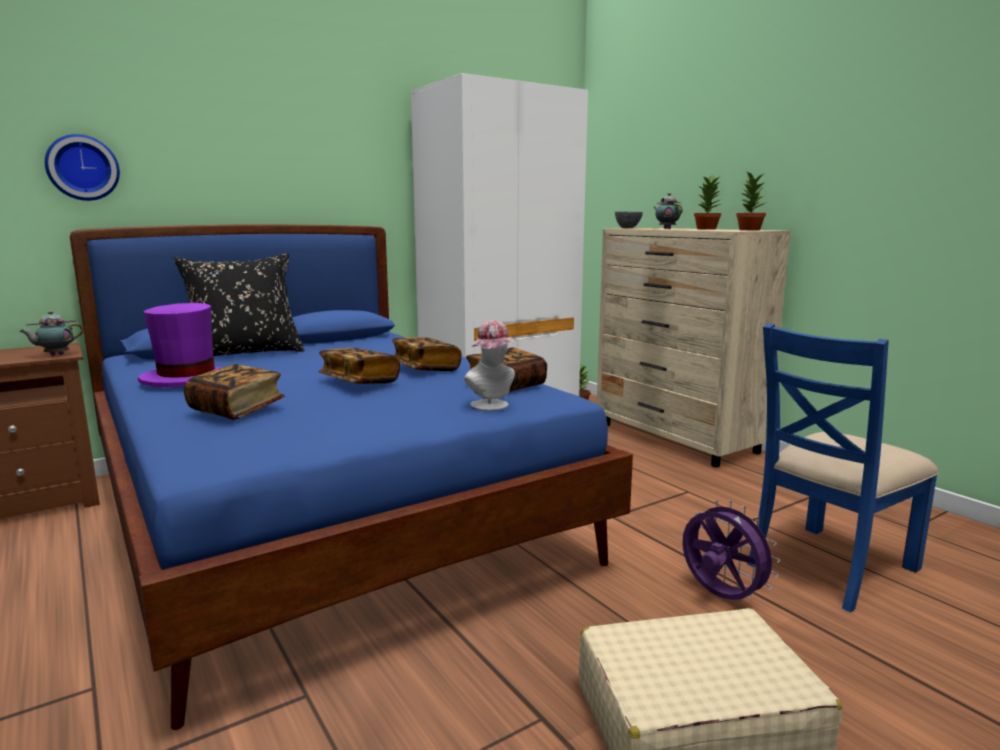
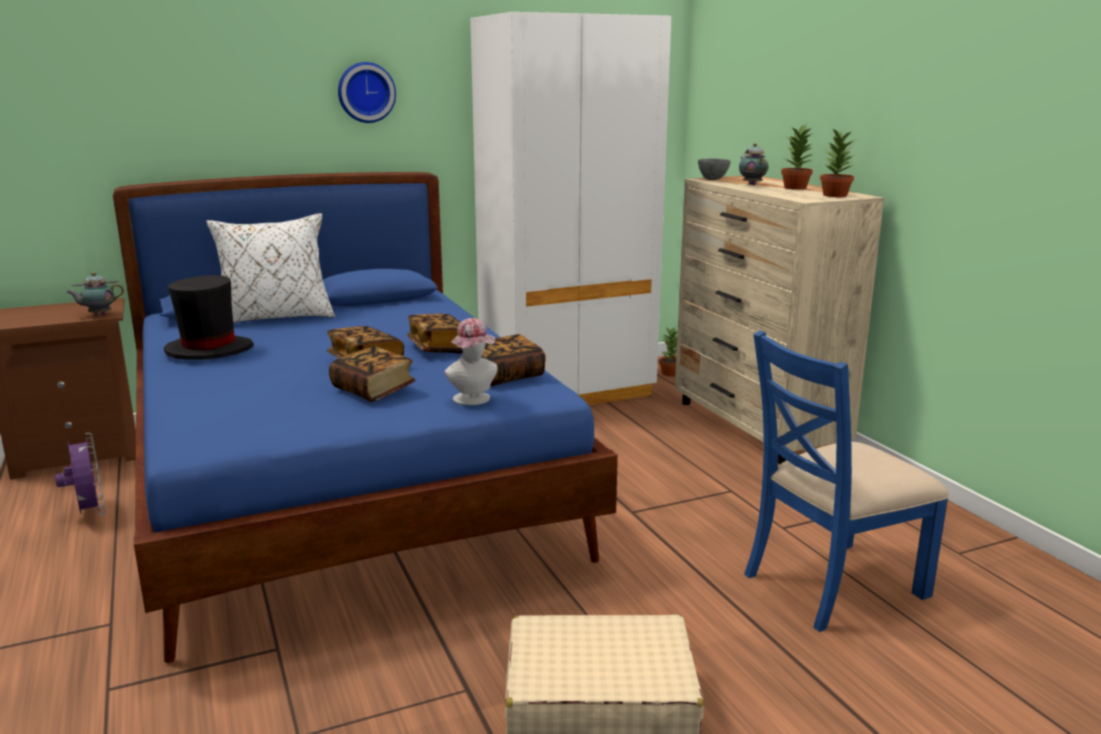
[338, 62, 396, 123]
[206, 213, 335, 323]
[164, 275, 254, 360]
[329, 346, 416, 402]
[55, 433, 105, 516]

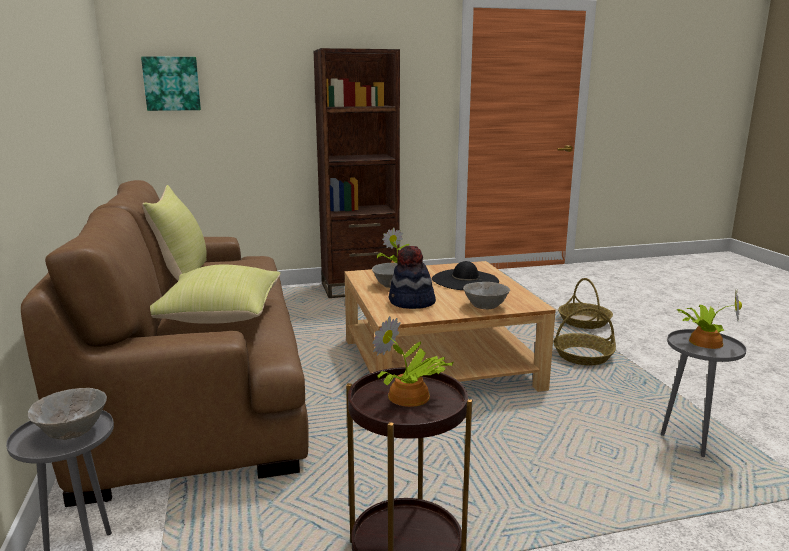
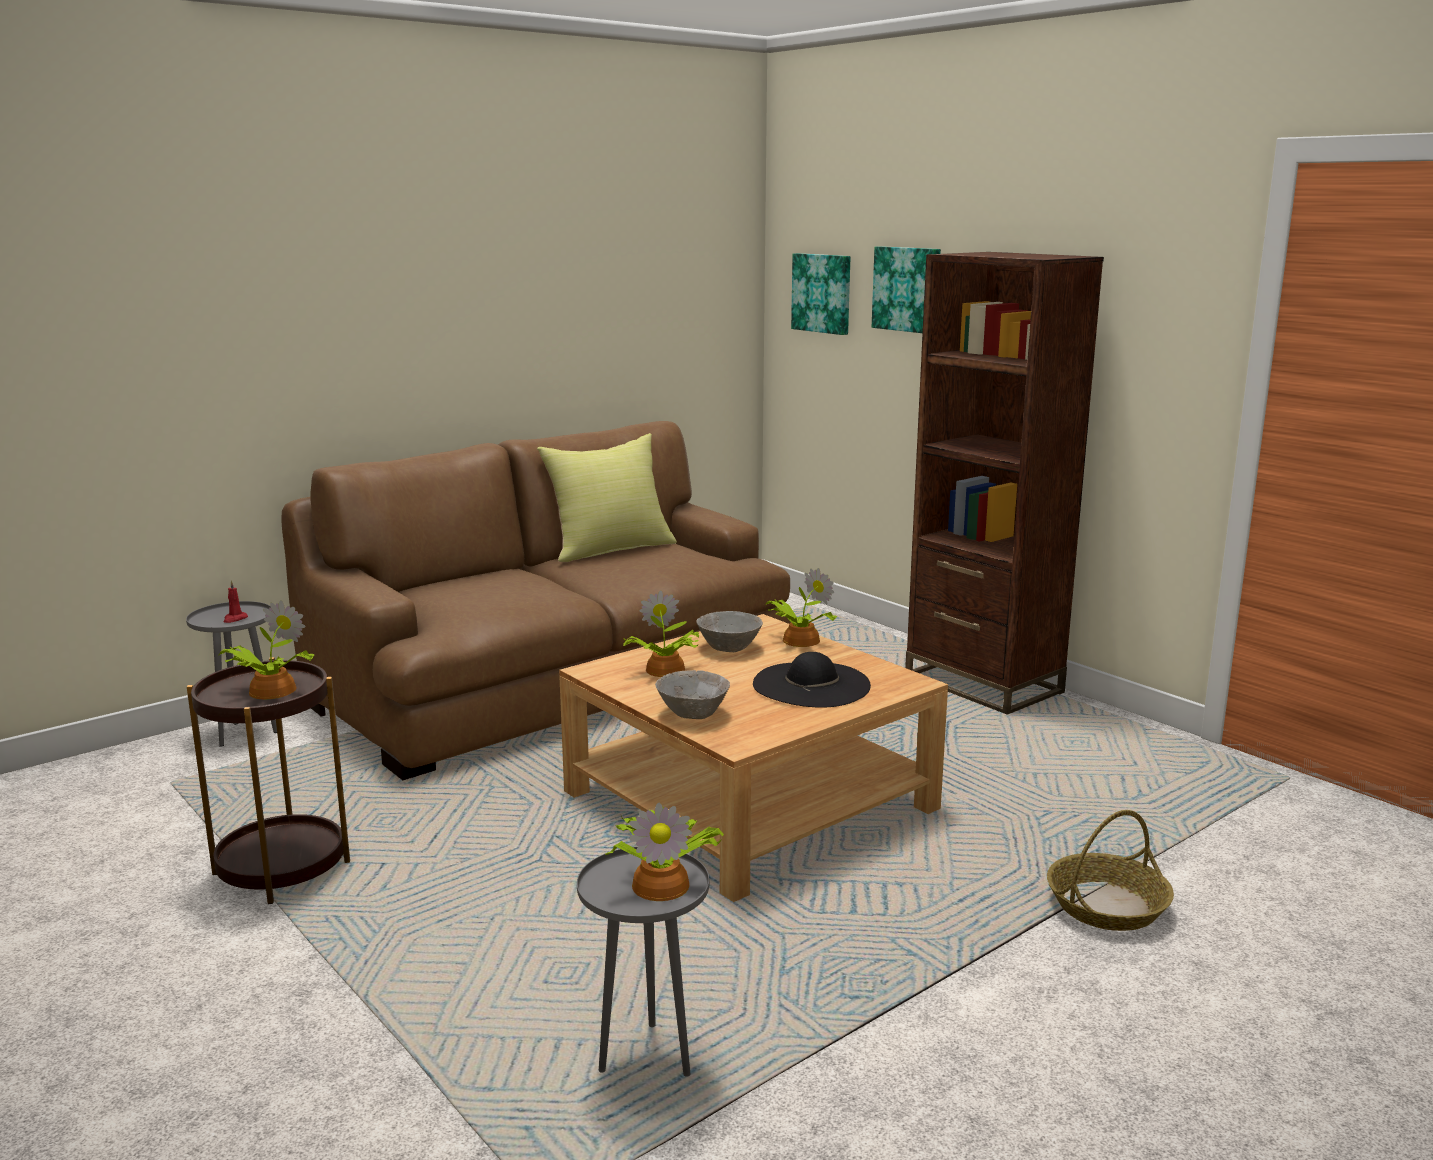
[623, 590, 699, 677]
[150, 265, 281, 324] (first image)
[553, 308, 616, 365] (first image)
[224, 580, 248, 623]
[872, 246, 941, 333]

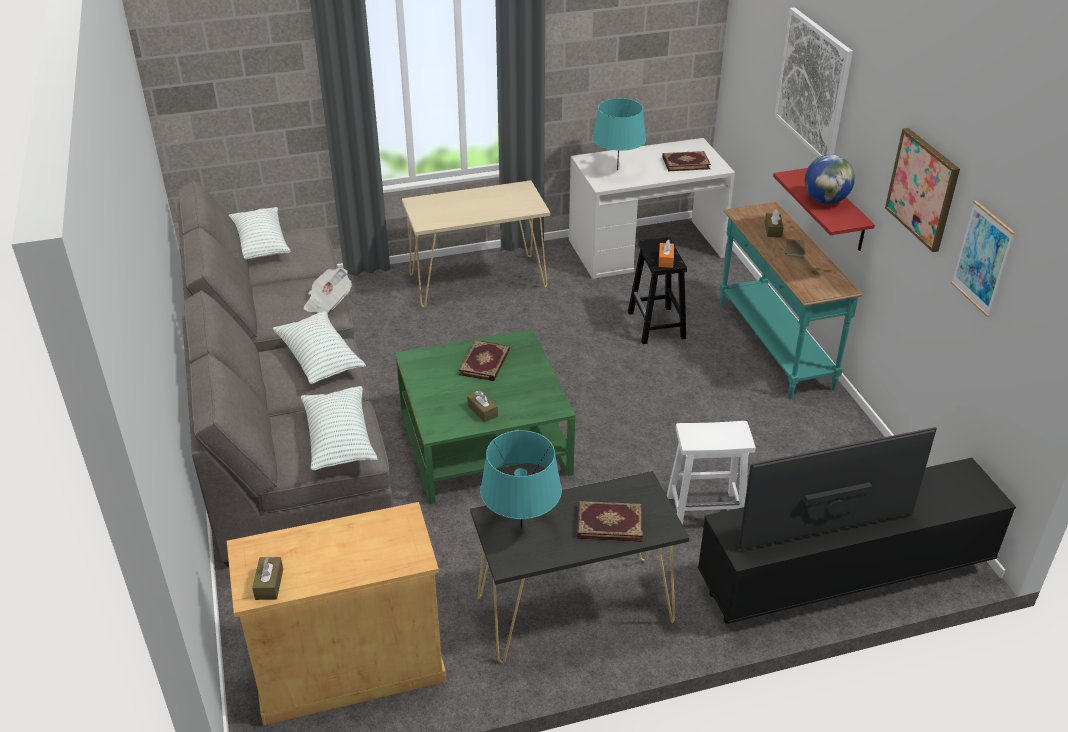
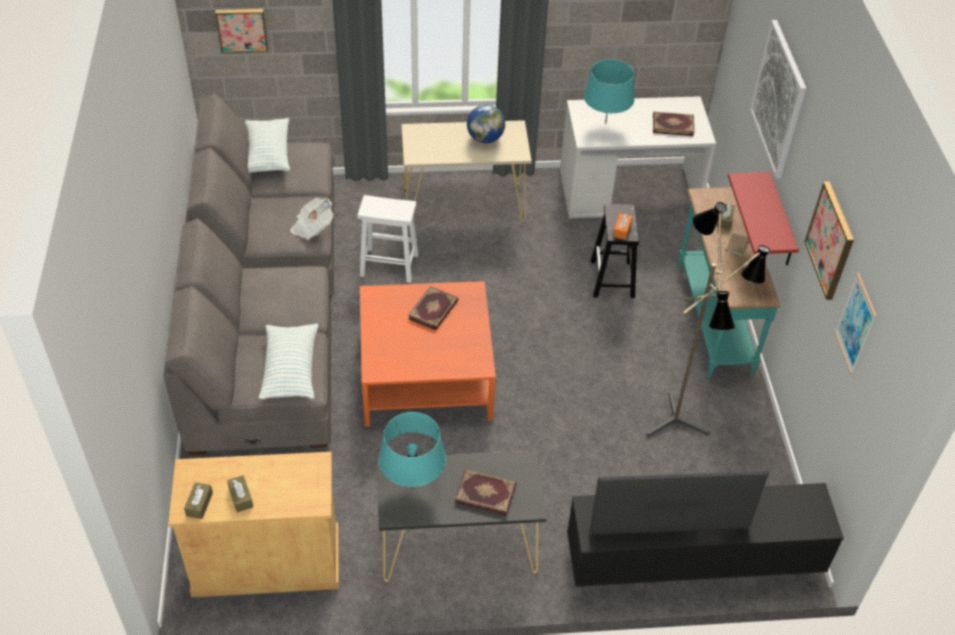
[467, 105, 505, 143]
[272, 311, 366, 384] (first image)
[360, 281, 496, 427]
[227, 475, 253, 512]
[357, 195, 418, 283]
[215, 9, 268, 53]
[646, 202, 770, 437]

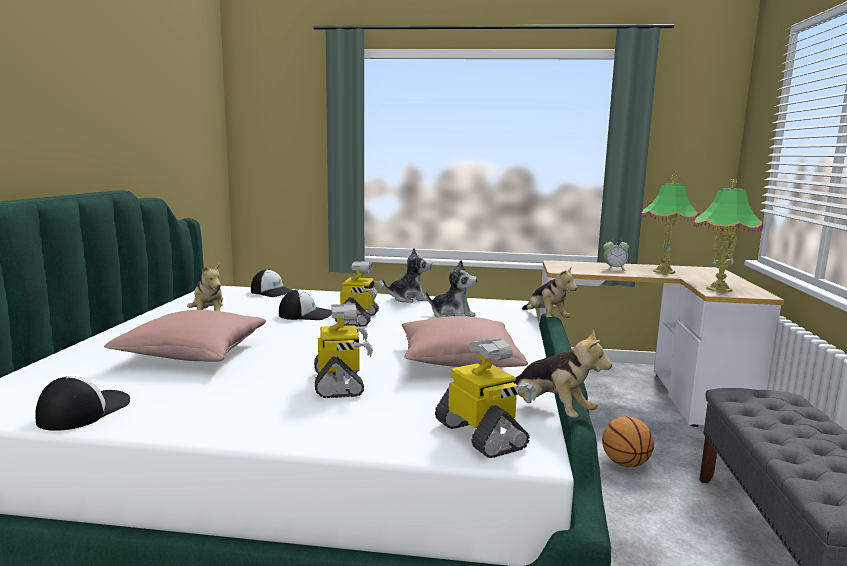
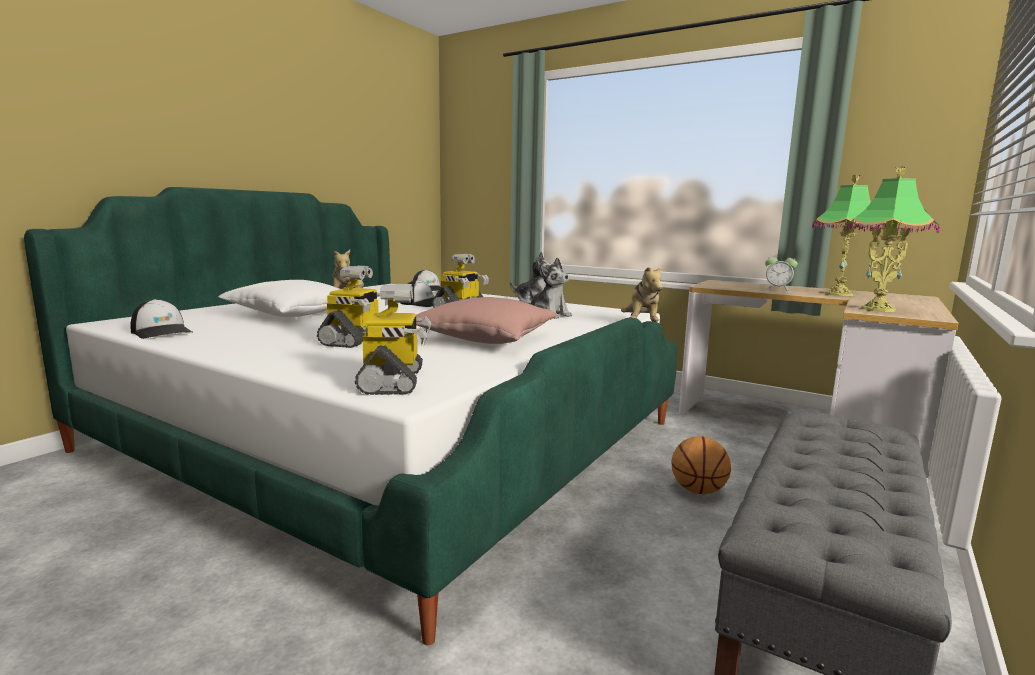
[218, 280, 339, 317]
[515, 329, 612, 417] (first image)
[130, 299, 192, 339]

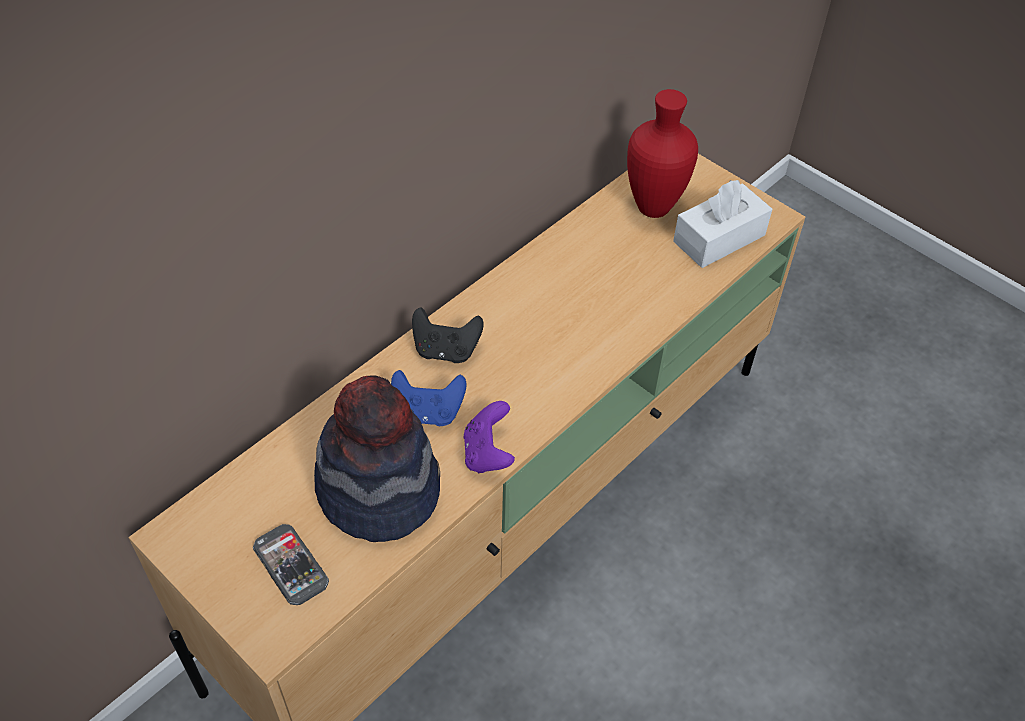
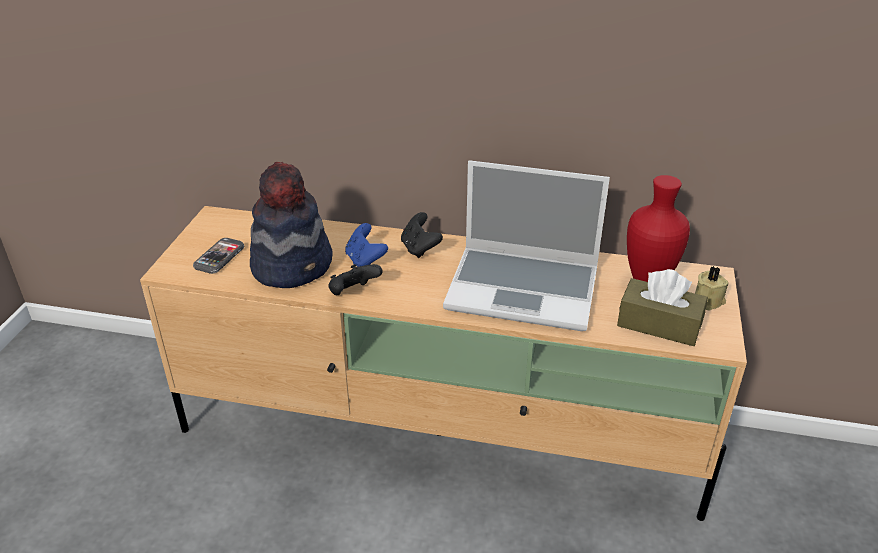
[617, 269, 708, 346]
[328, 264, 383, 295]
[443, 160, 610, 331]
[695, 266, 729, 311]

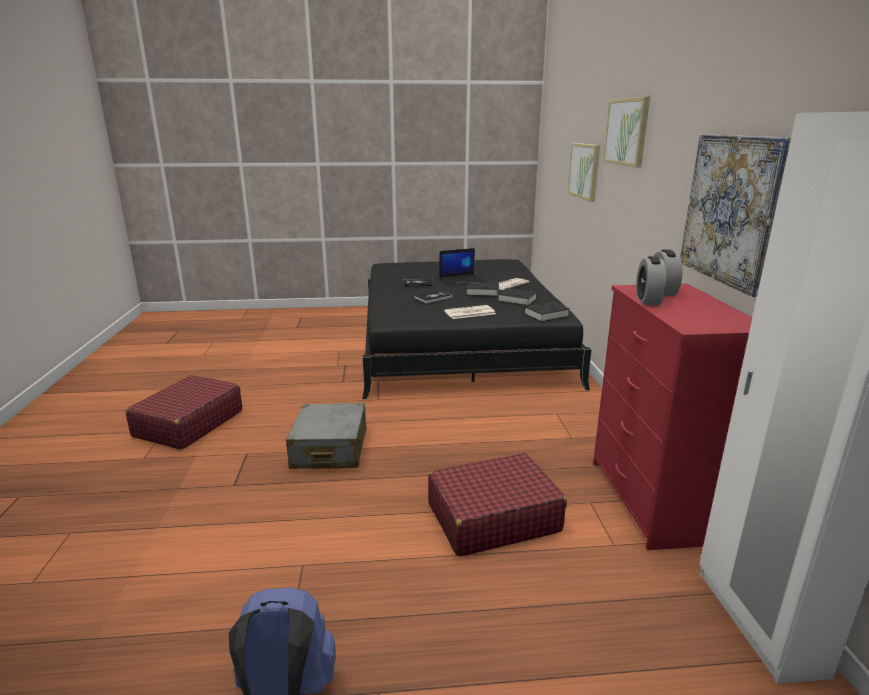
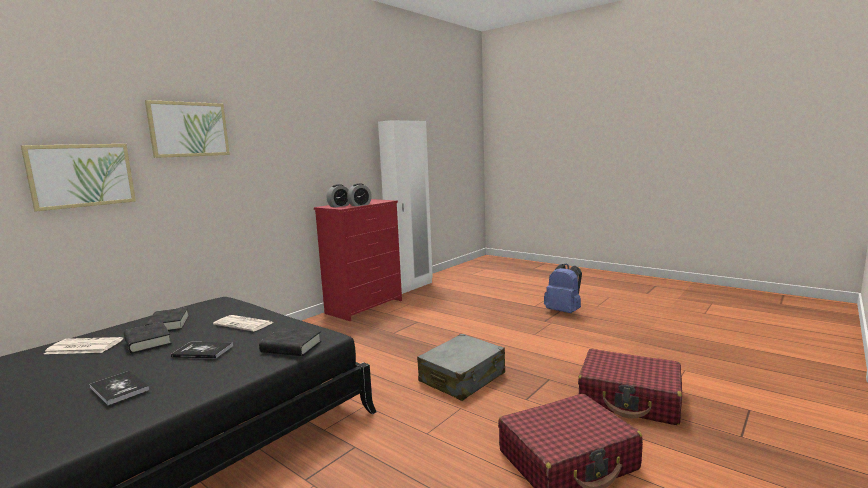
[680, 134, 791, 297] (first image)
[439, 248, 486, 286] (first image)
[259, 328, 321, 356]
[578, 349, 682, 425]

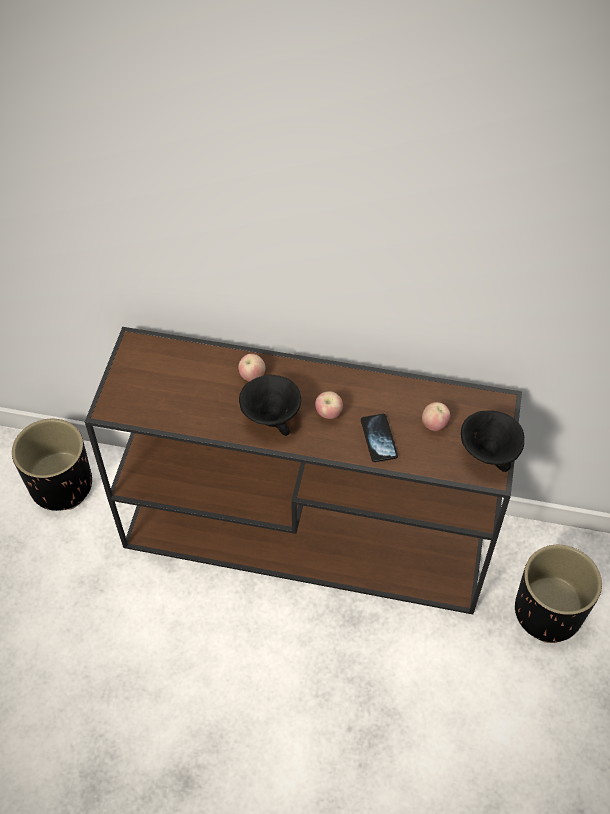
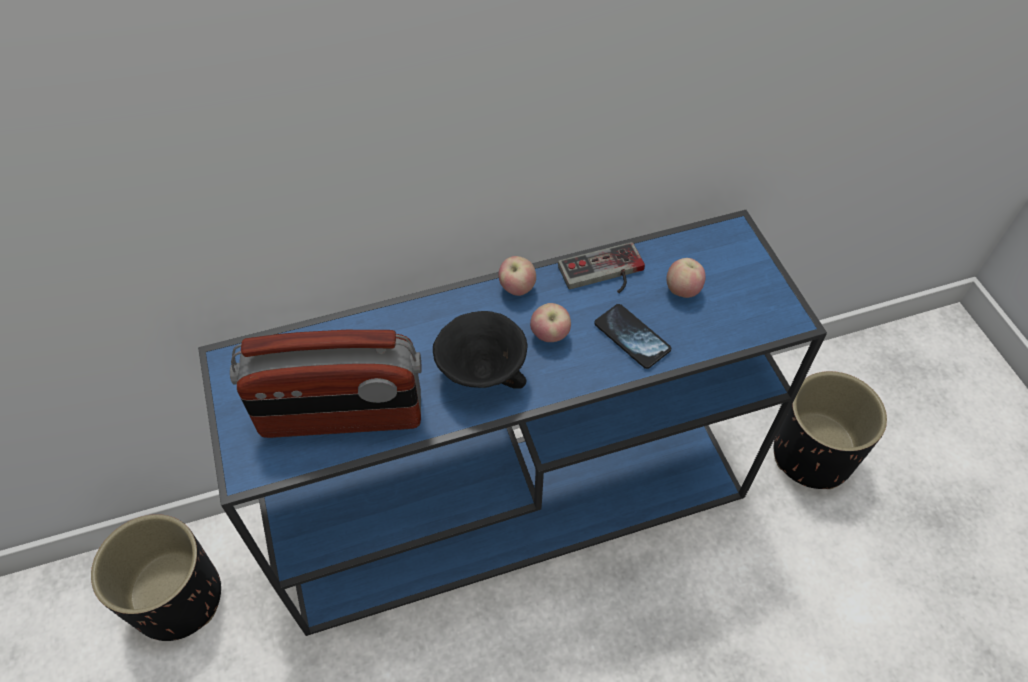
[198, 210, 827, 636]
[498, 256, 536, 296]
[461, 410, 524, 472] (first image)
[558, 242, 645, 293]
[230, 330, 422, 438]

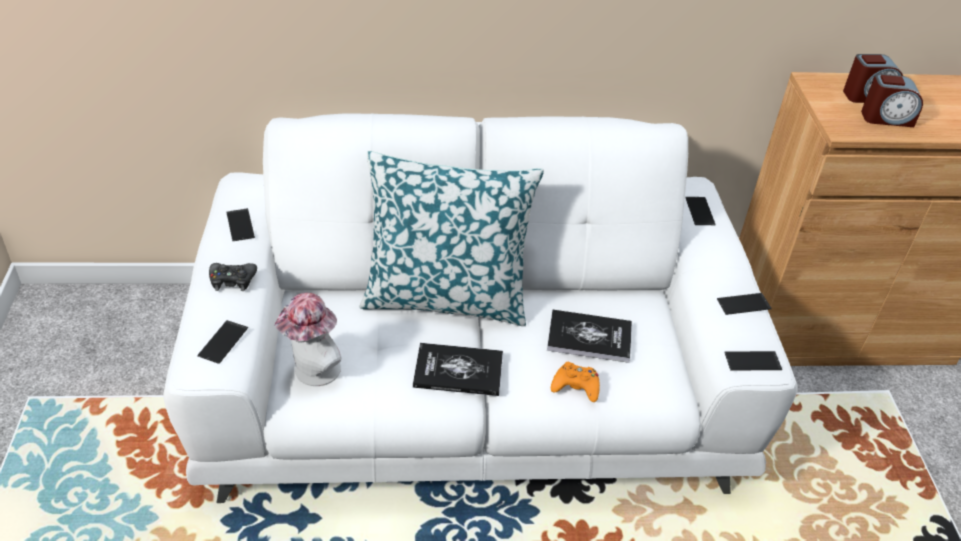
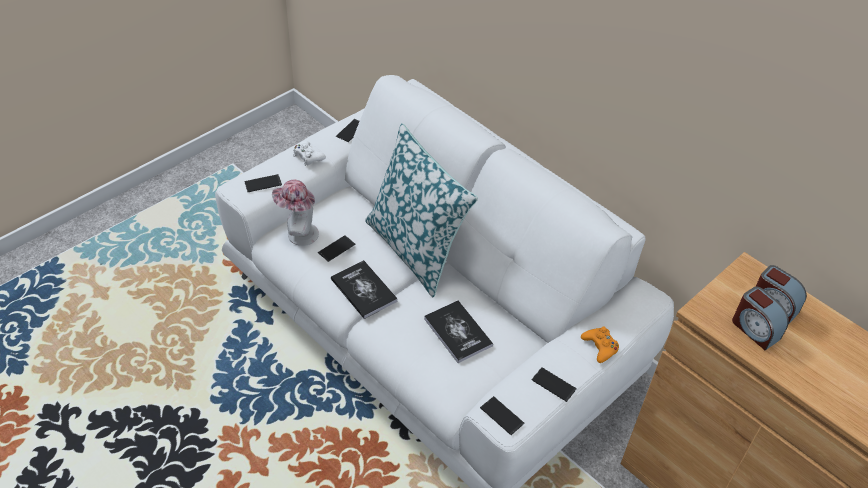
[318, 235, 356, 262]
[293, 141, 326, 166]
[581, 327, 619, 363]

